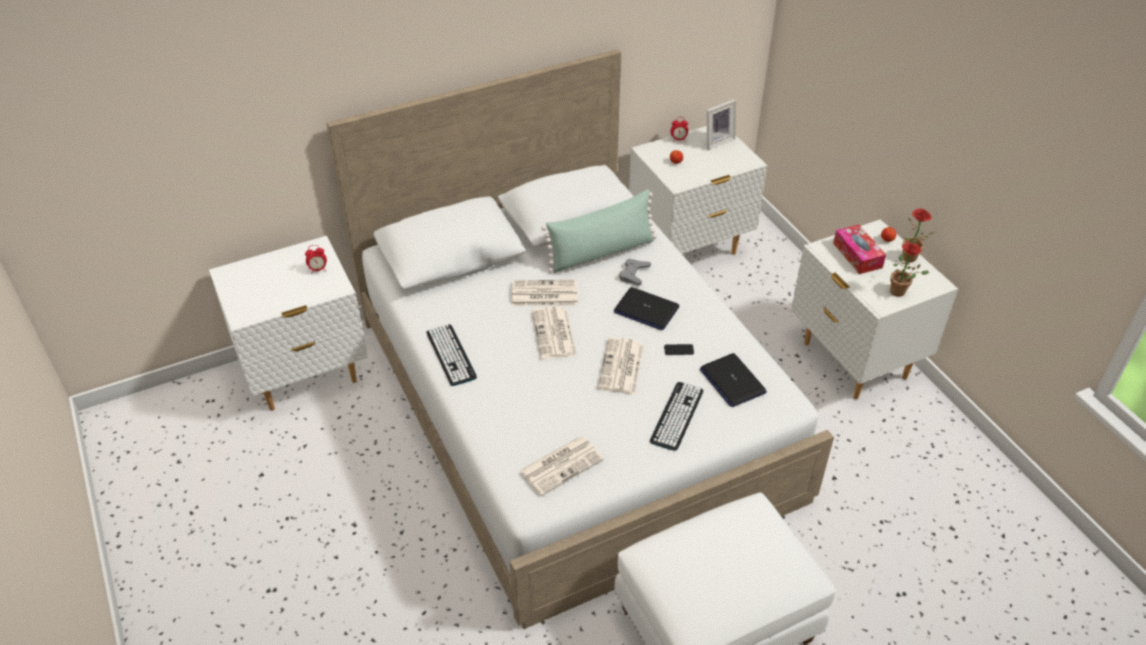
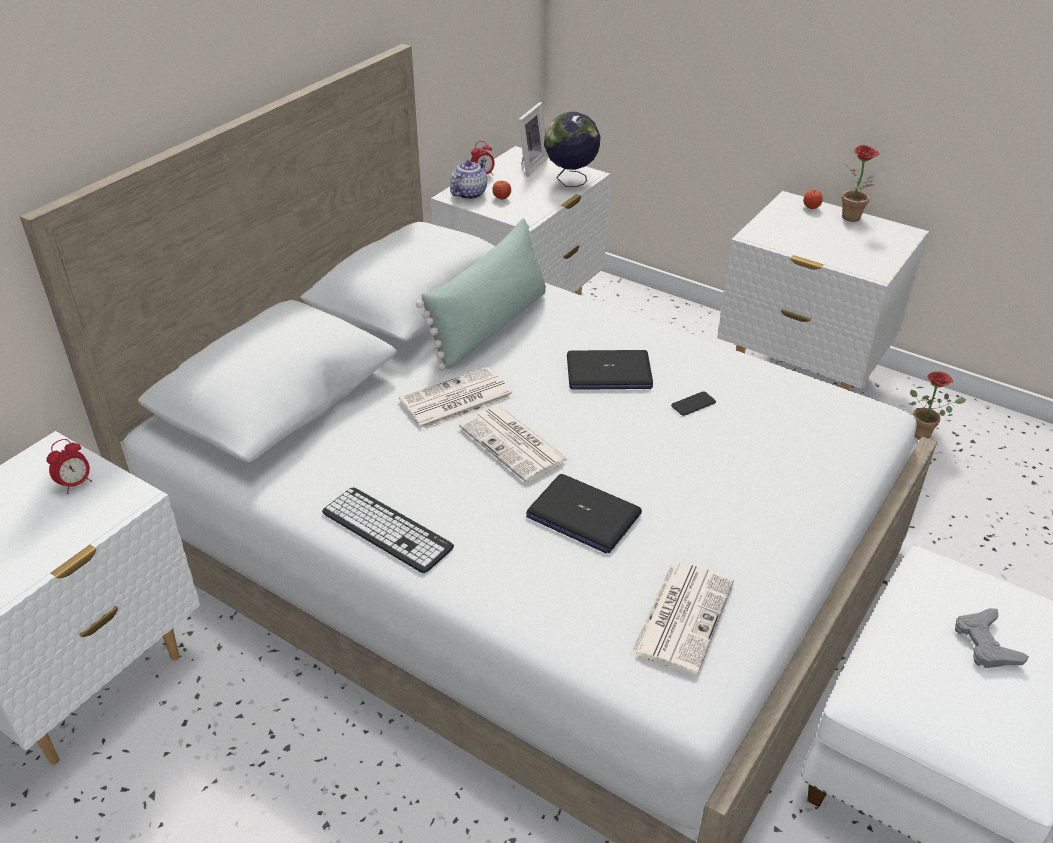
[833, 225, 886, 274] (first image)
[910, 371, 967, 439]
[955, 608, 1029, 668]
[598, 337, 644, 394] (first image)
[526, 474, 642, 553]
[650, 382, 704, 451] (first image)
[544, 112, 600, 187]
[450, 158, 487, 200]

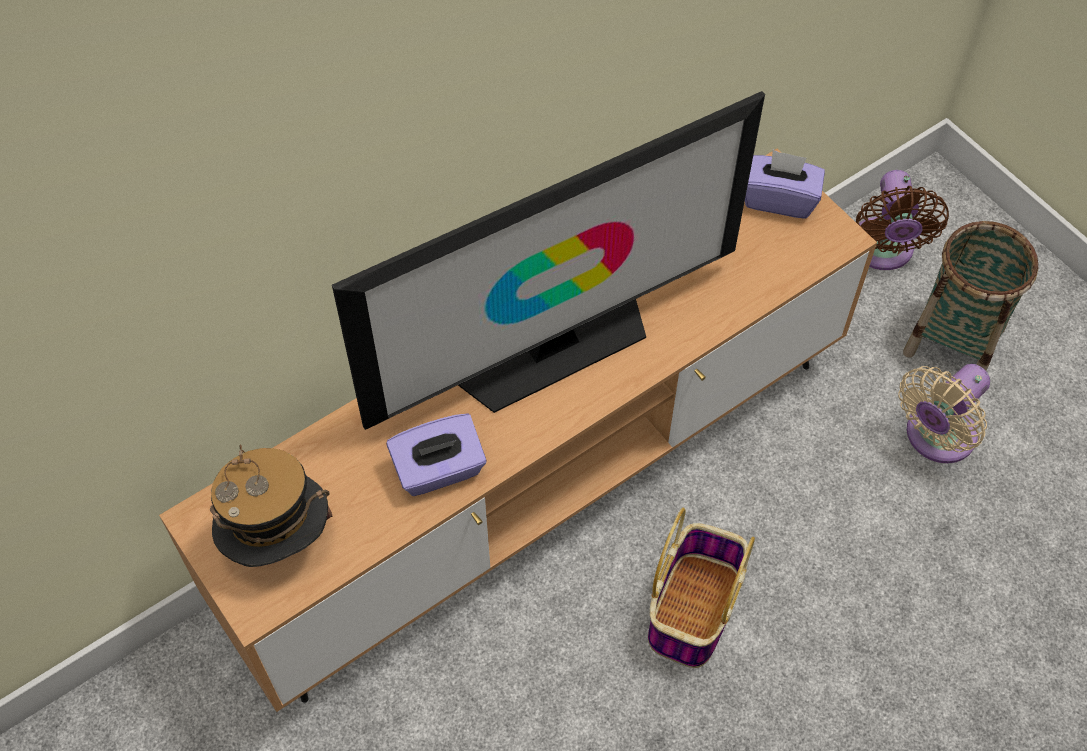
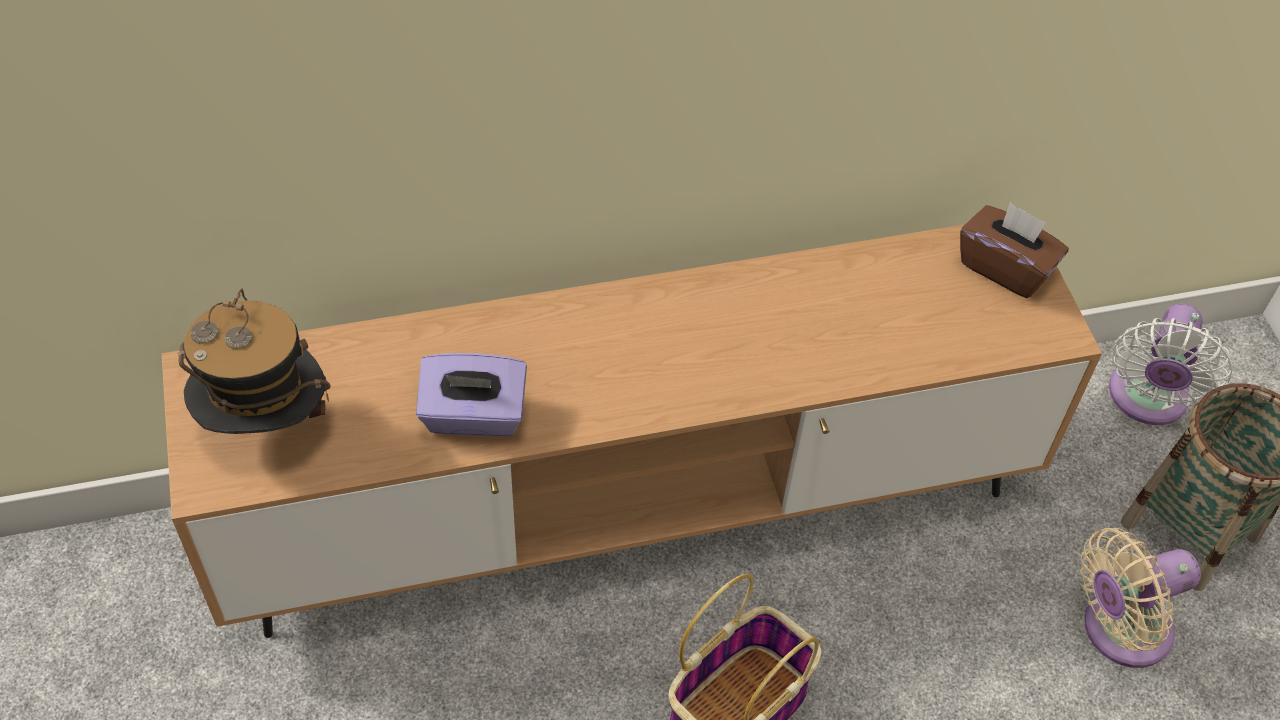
[332, 91, 765, 430] (first image)
[960, 202, 1069, 298]
[1109, 303, 1232, 425]

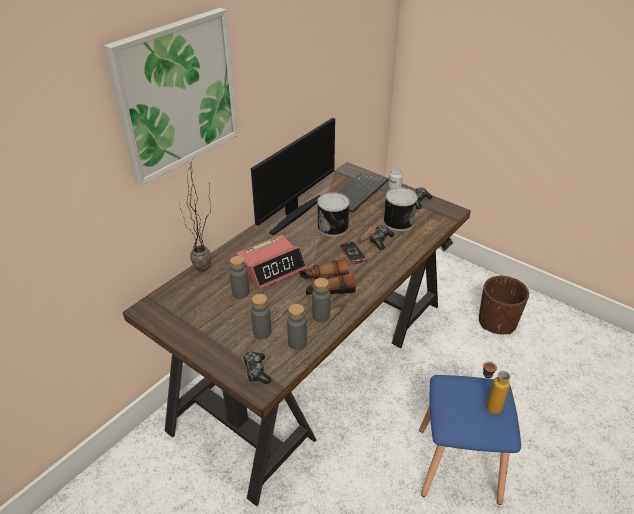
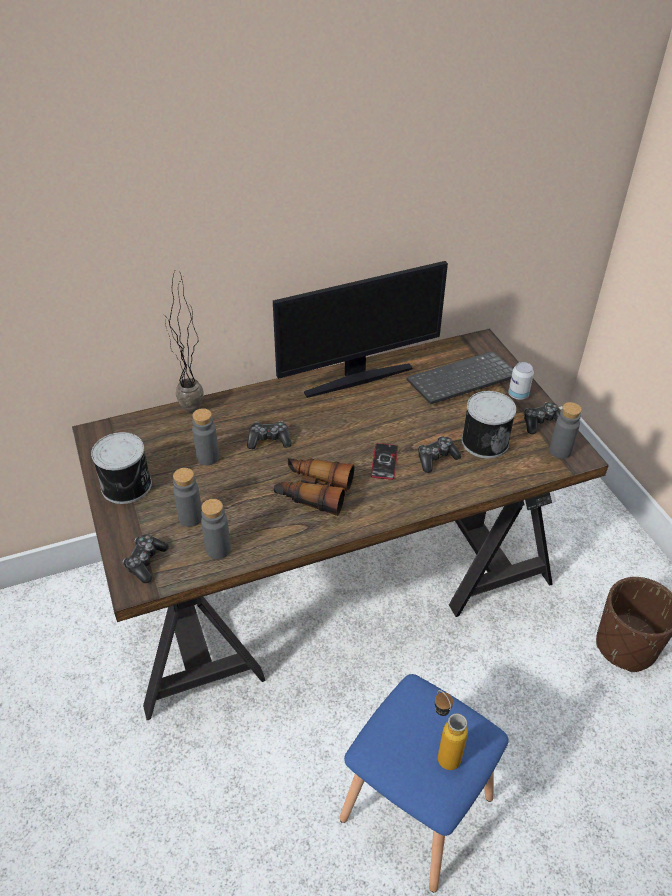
[104, 8, 238, 186] (first image)
[91, 432, 152, 504]
[247, 421, 292, 449]
[549, 402, 582, 459]

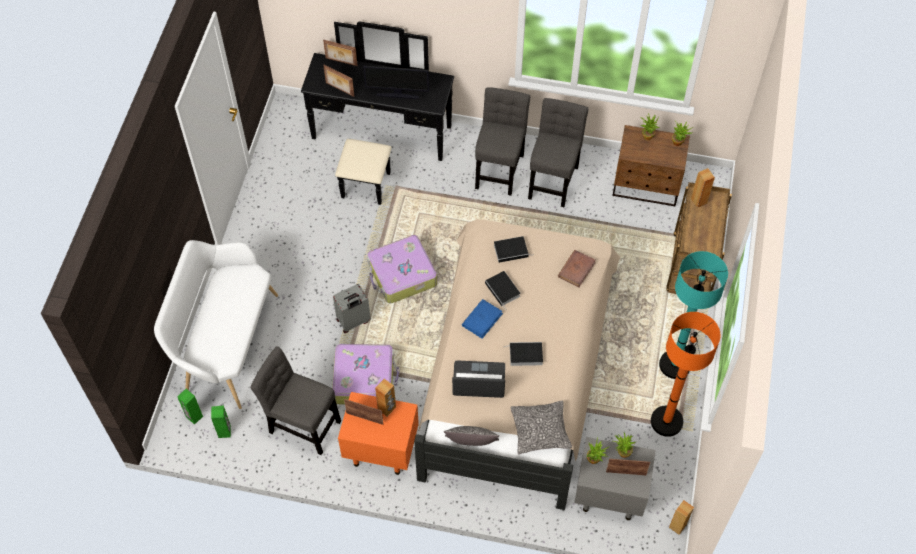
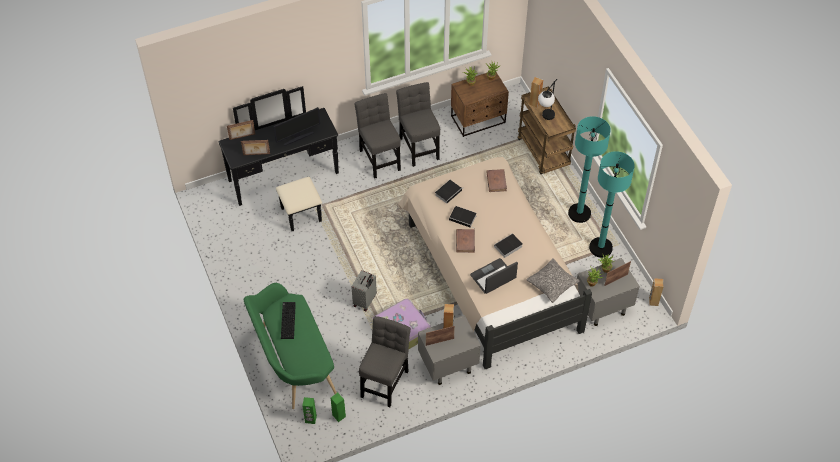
[367, 235, 437, 304] (first image)
[244, 283, 337, 409]
[456, 229, 475, 253]
[589, 151, 635, 258]
[359, 316, 411, 407]
[418, 315, 481, 385]
[444, 426, 499, 446] (first image)
[538, 79, 557, 120]
[281, 302, 296, 339]

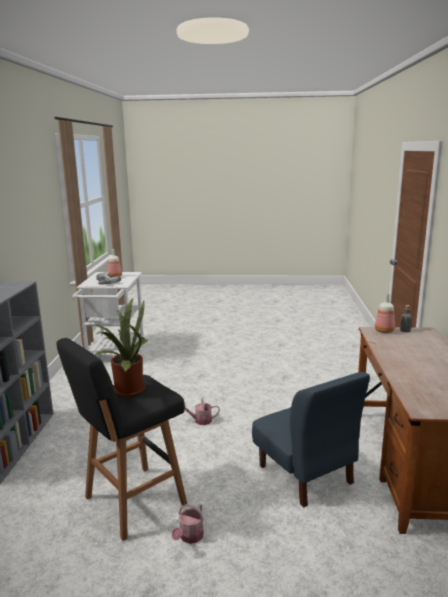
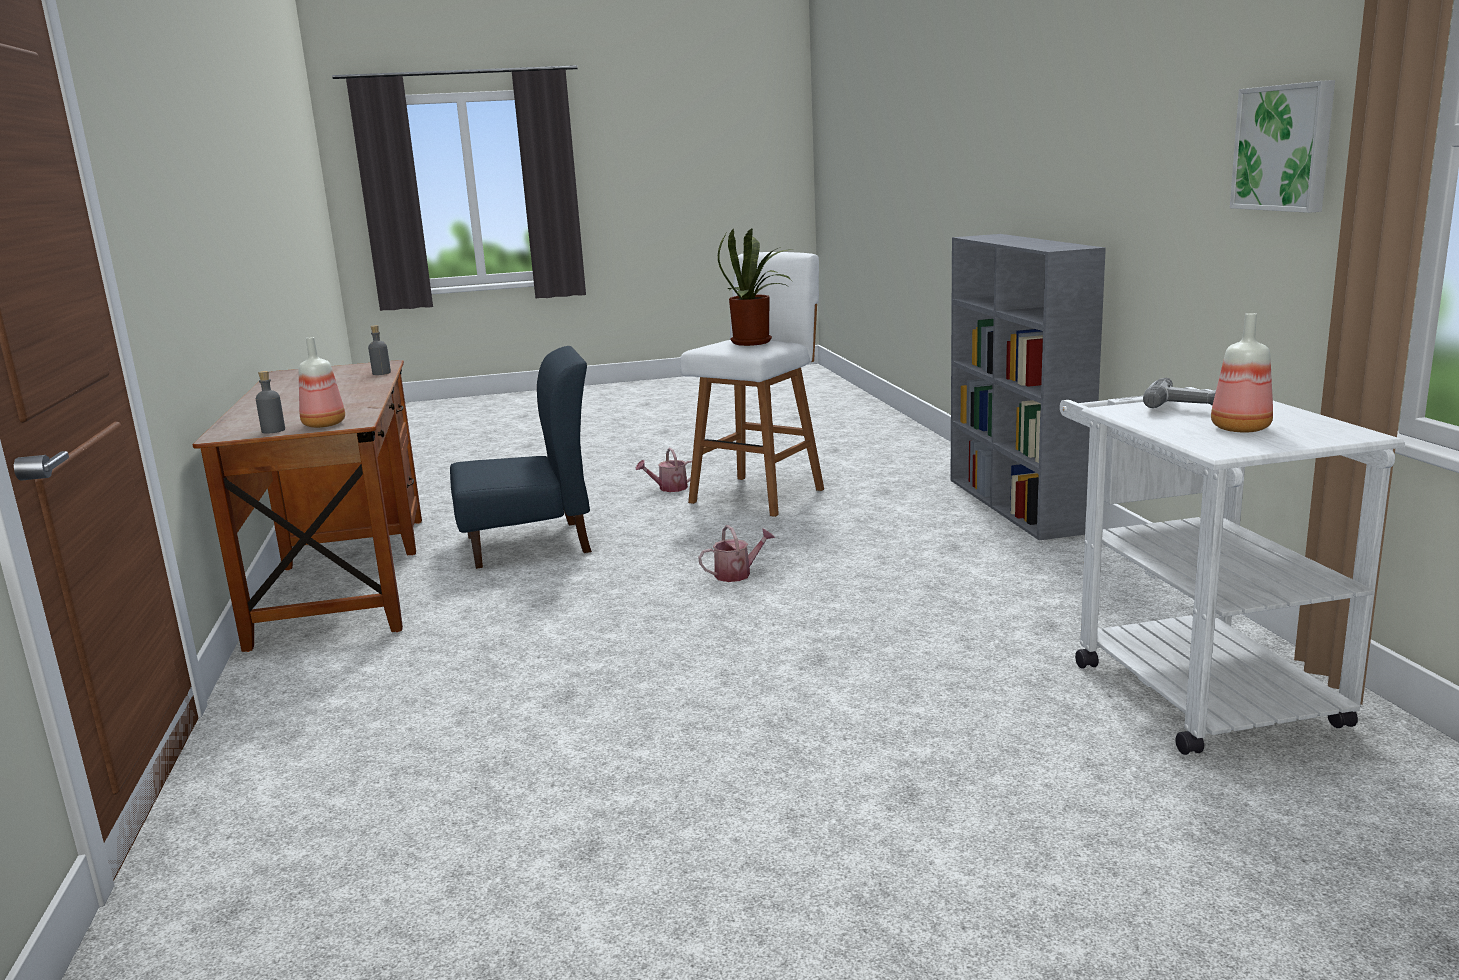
[680, 252, 824, 517]
[450, 346, 592, 569]
[636, 448, 692, 492]
[1230, 80, 1335, 213]
[368, 325, 391, 375]

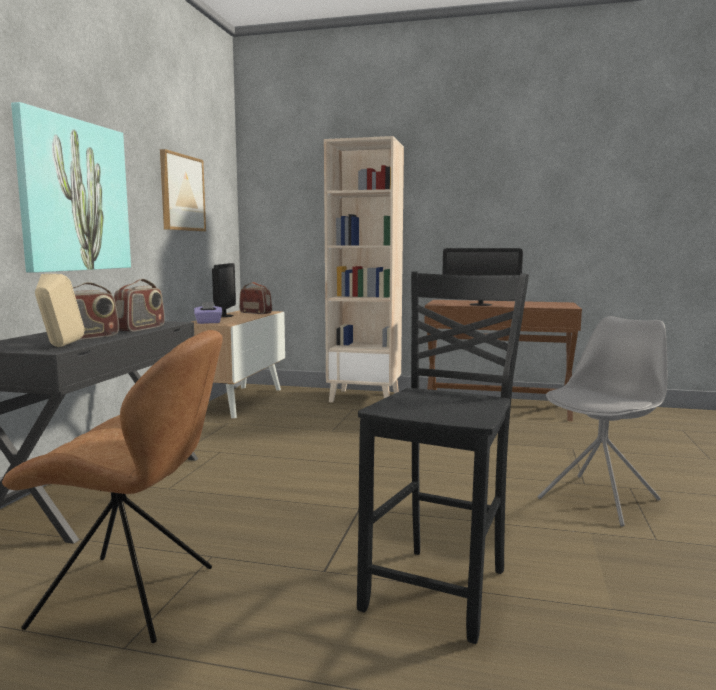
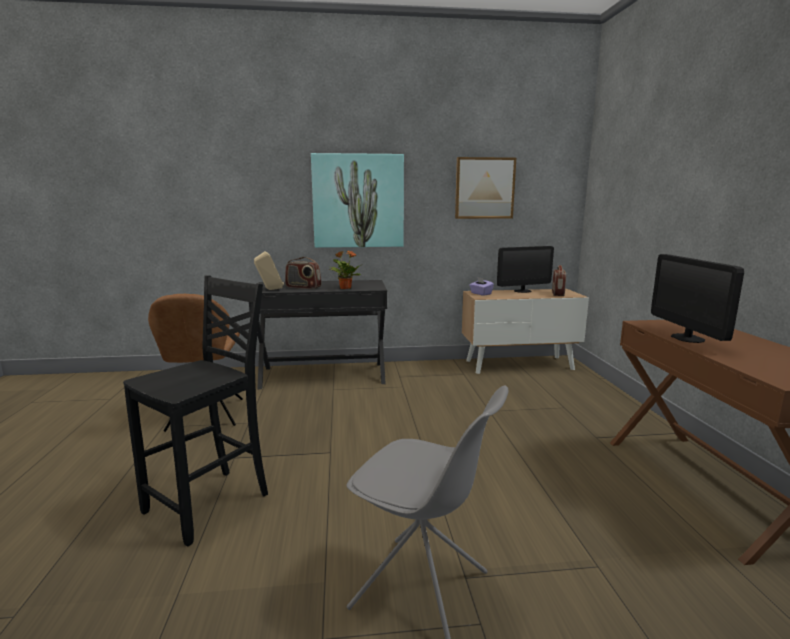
[324, 136, 404, 403] (first image)
[123, 275, 268, 547]
[329, 251, 361, 289]

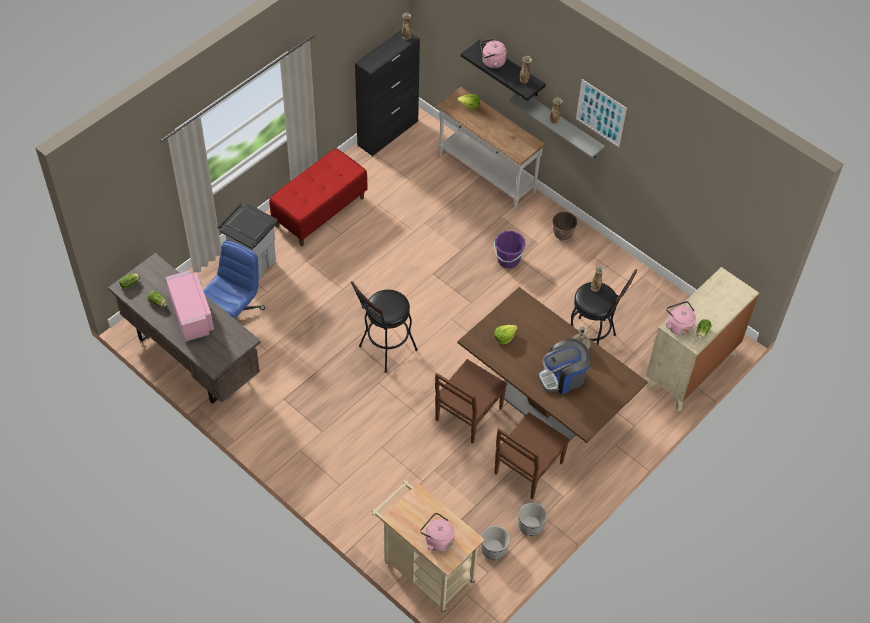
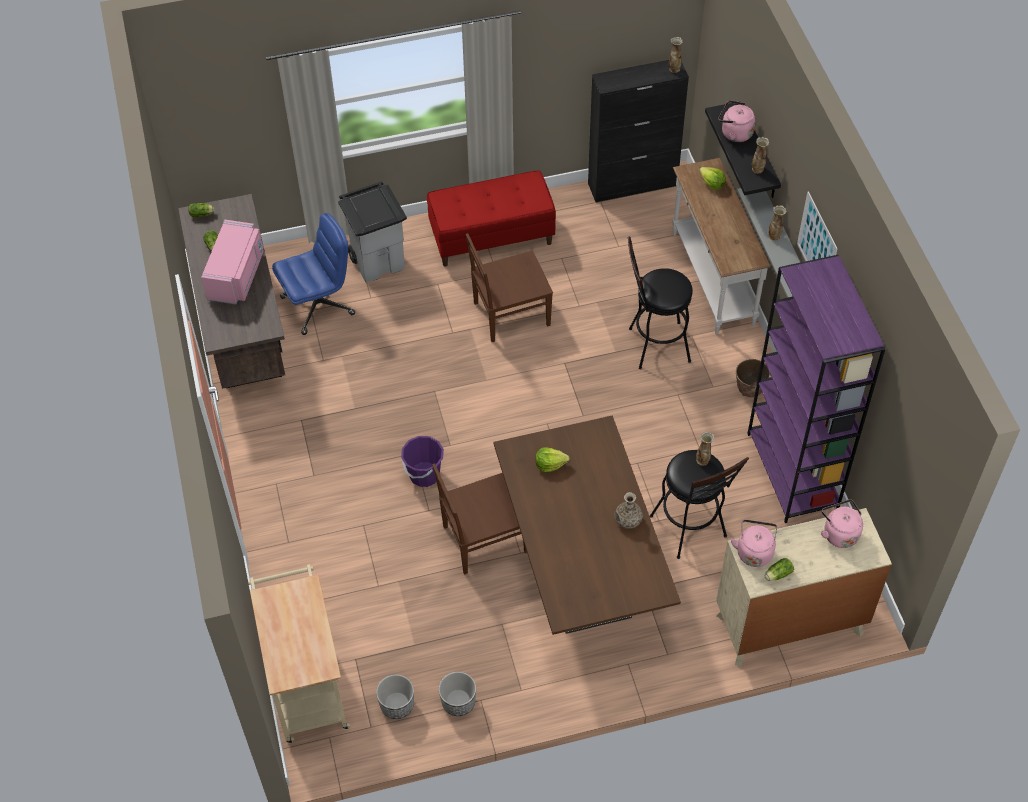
[401, 436, 444, 487]
[628, 236, 693, 369]
[538, 338, 591, 394] (first image)
[466, 233, 553, 342]
[821, 499, 863, 548]
[747, 255, 885, 523]

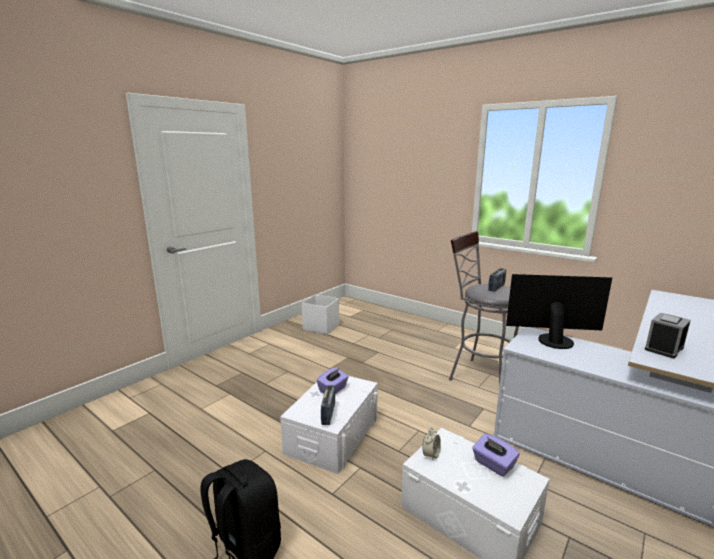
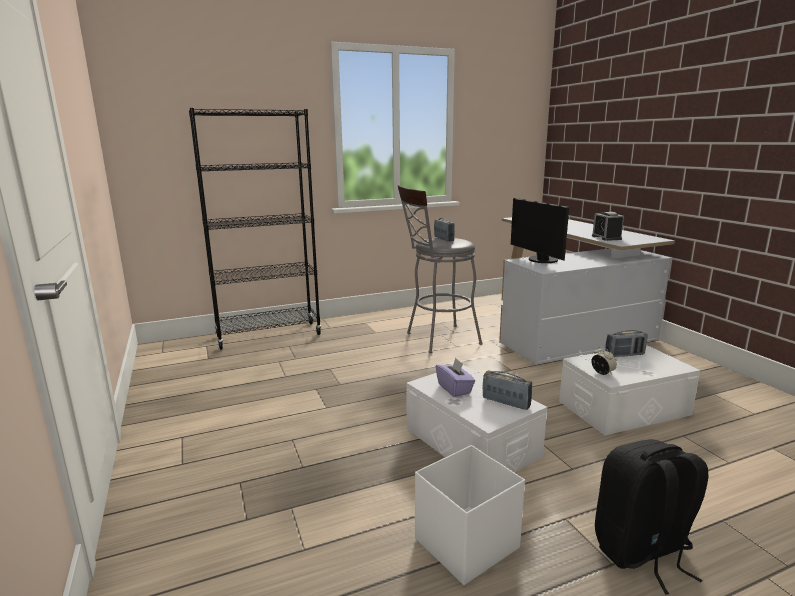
[511, 198, 569, 263]
[415, 445, 525, 585]
[605, 330, 648, 357]
[189, 108, 322, 350]

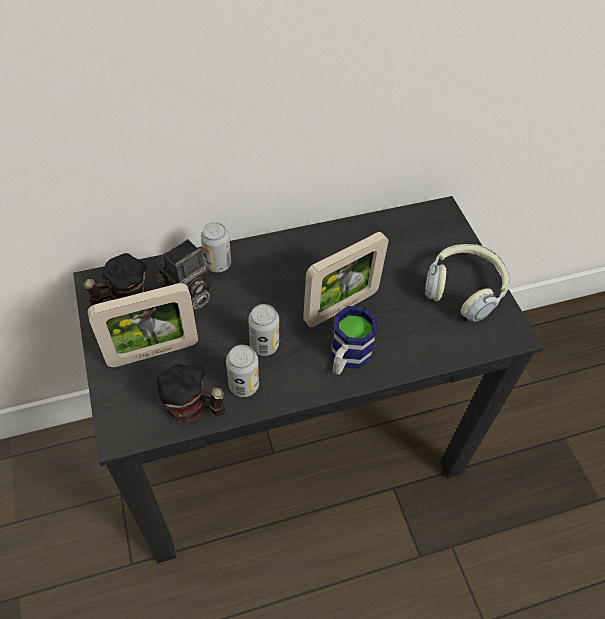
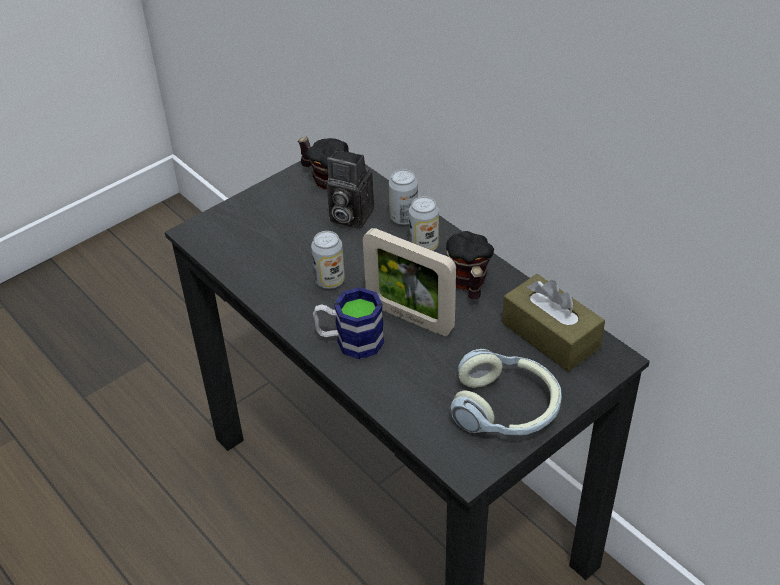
[87, 283, 198, 367] (first image)
[409, 196, 439, 251]
[446, 231, 494, 300]
[502, 274, 605, 372]

